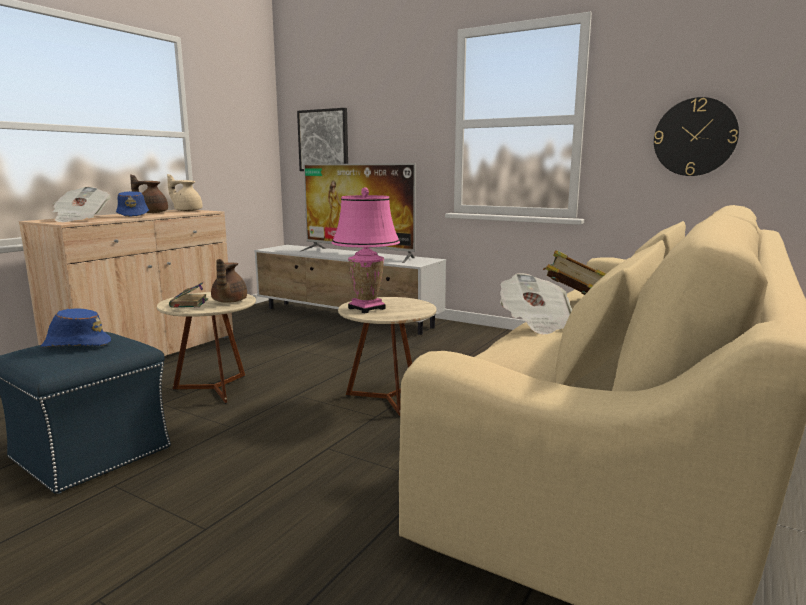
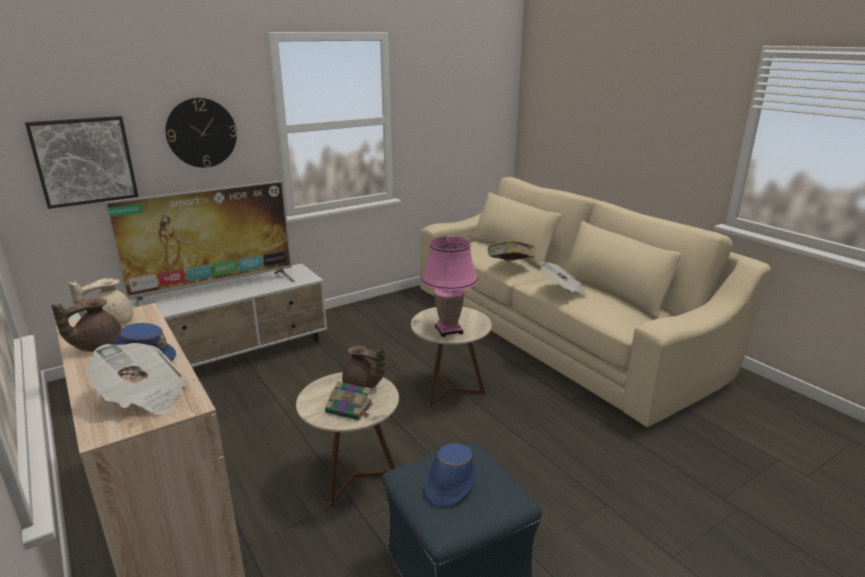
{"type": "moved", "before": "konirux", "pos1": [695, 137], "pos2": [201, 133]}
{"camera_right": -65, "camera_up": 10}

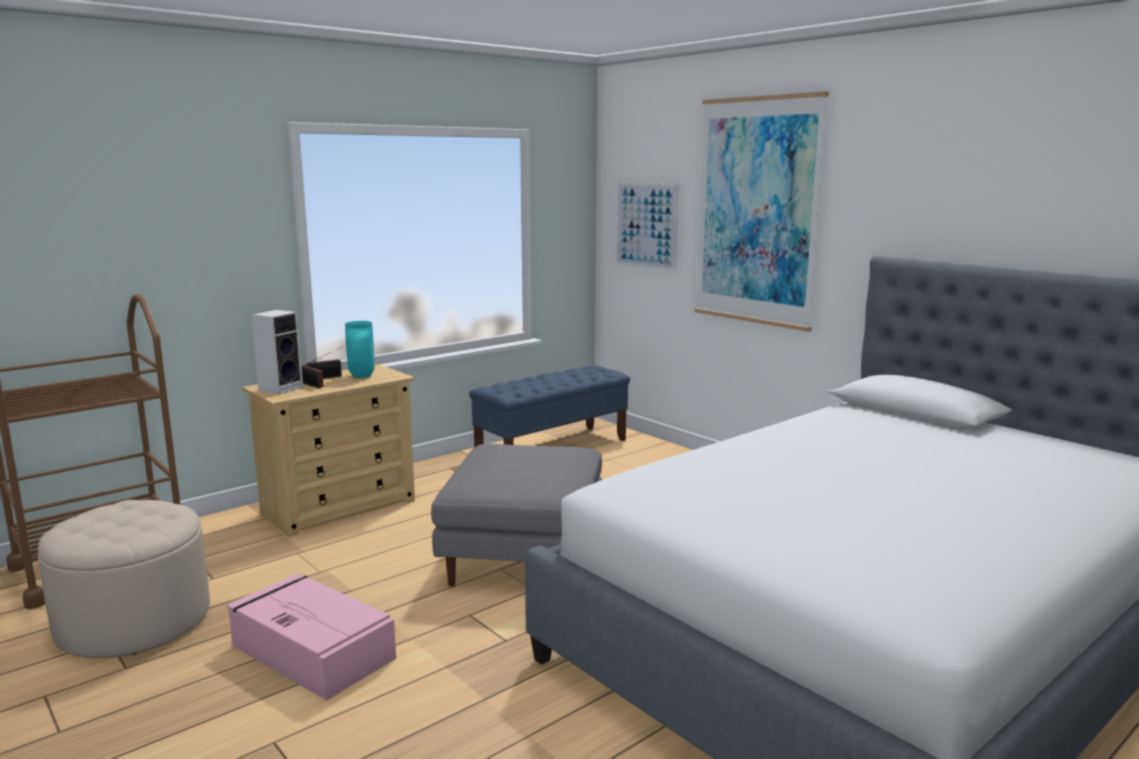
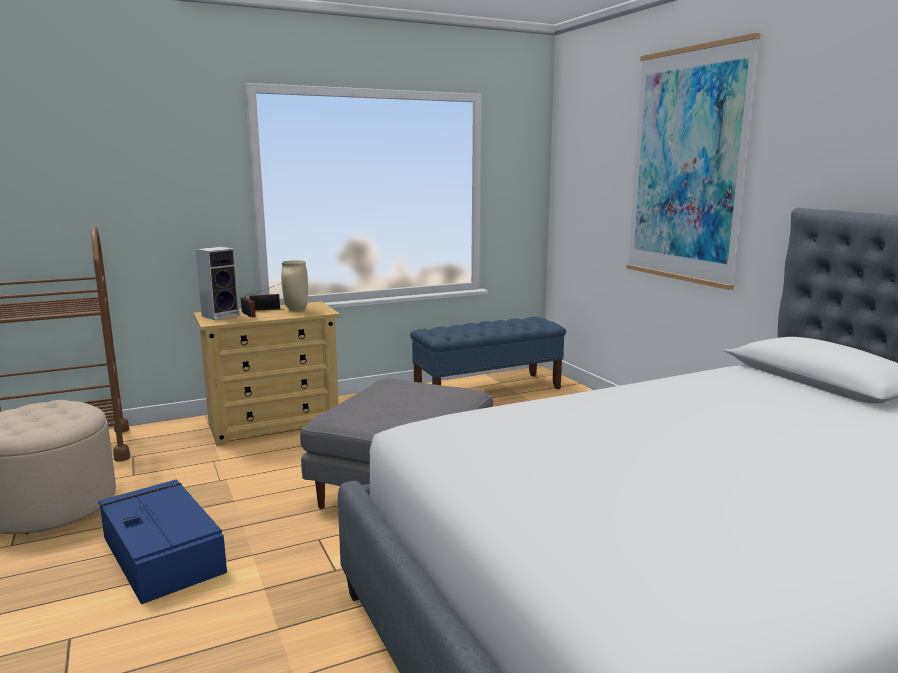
{"type": "removed", "before": "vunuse", "pos1": [646, 225]}
{"type": "recoloured", "before": "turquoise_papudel", "after": "beige_papudel", "pos1": [362, 376], "pos2": [297, 310]}
{"type": "recoloured", "before": "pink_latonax", "after": "blue_latonax", "pos1": [311, 651], "pos2": [162, 553]}
{"camera_right": 15, "camera_up": 0}

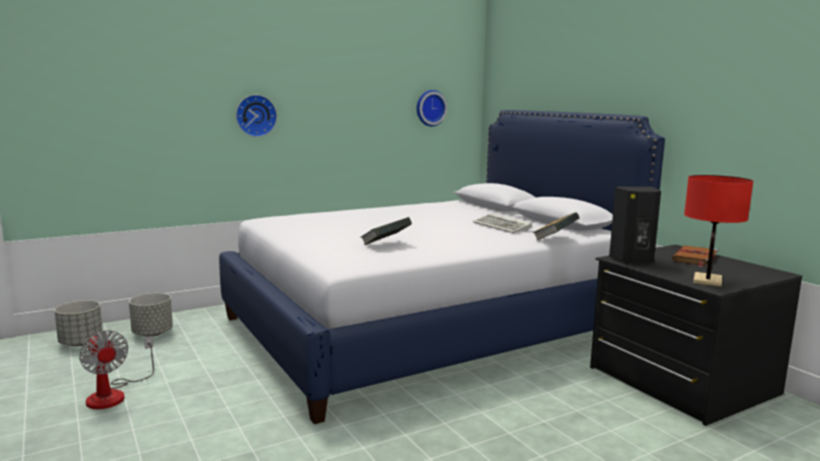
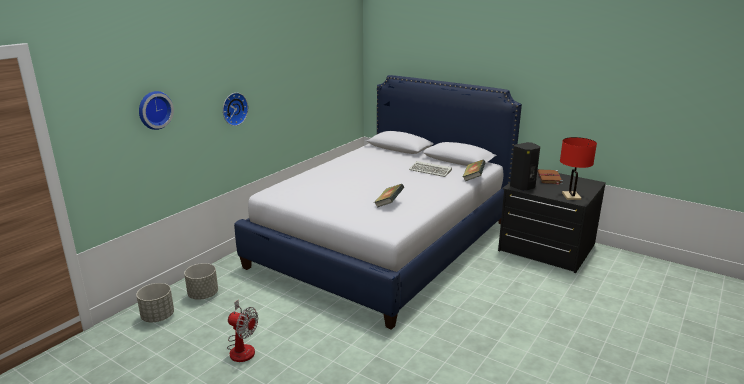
{"type": "moved", "before": "konirux", "pos1": [430, 108], "pos2": [154, 110]}
{"camera_right": -25, "camera_up": 10}

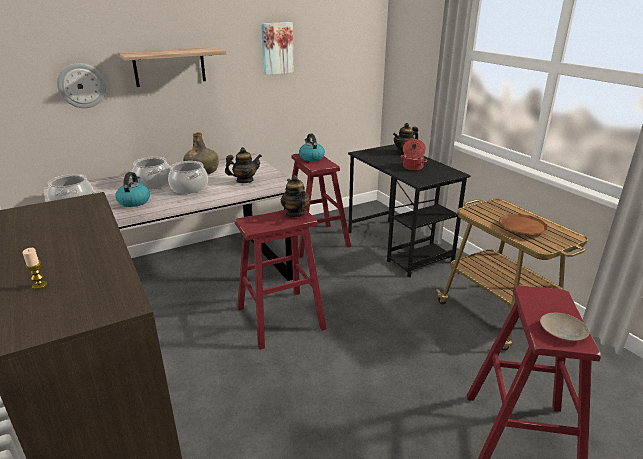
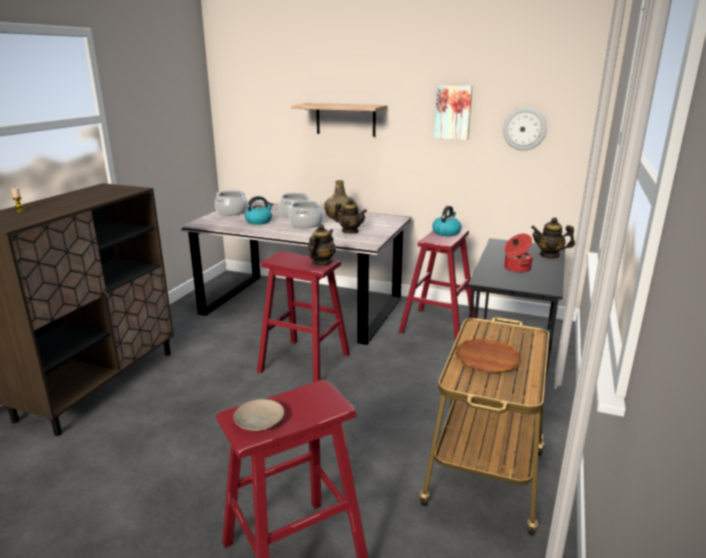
{"type": "moved", "before": "konirux", "pos1": [82, 85], "pos2": [524, 129]}
{"camera_right": 50, "camera_up": -5}

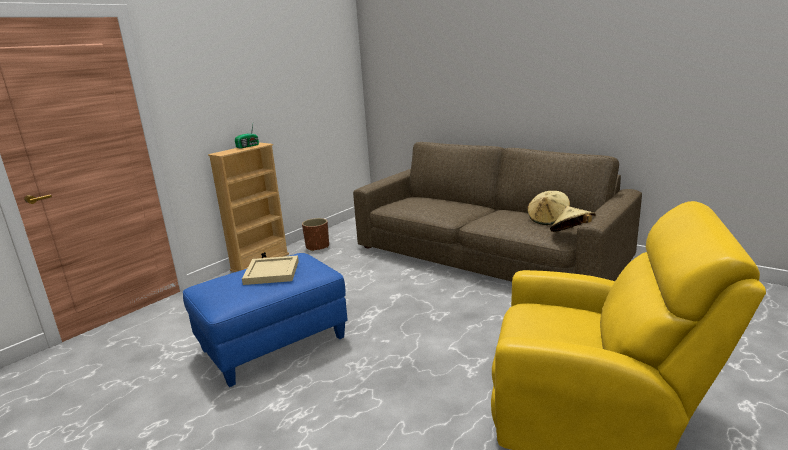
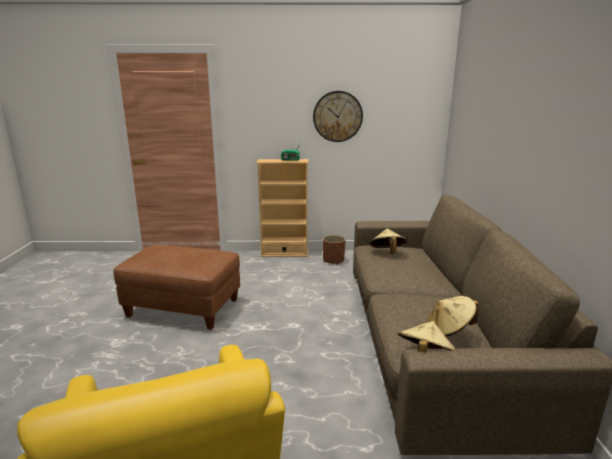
{"type": "recoloured", "before": "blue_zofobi", "after": "brown_zofobi", "pos1": [273, 345], "pos2": [182, 309]}
{"type": "removed", "before": "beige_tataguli", "pos1": [272, 272]}
{"type": "added", "after": "konirux", "pos2": [337, 116]}
{"type": "added", "after": "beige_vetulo", "pos2": [387, 253]}
{"camera_right": 50, "camera_up": 0}

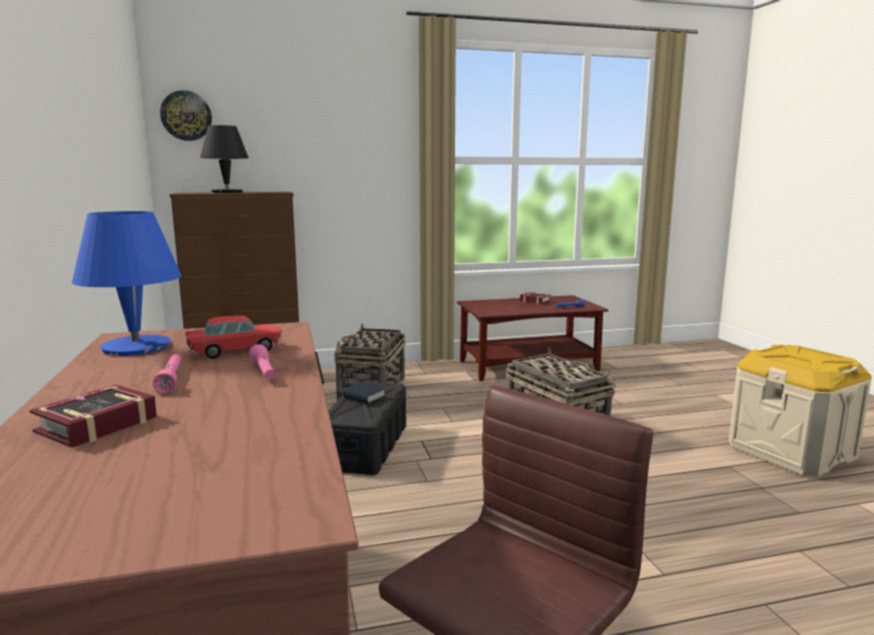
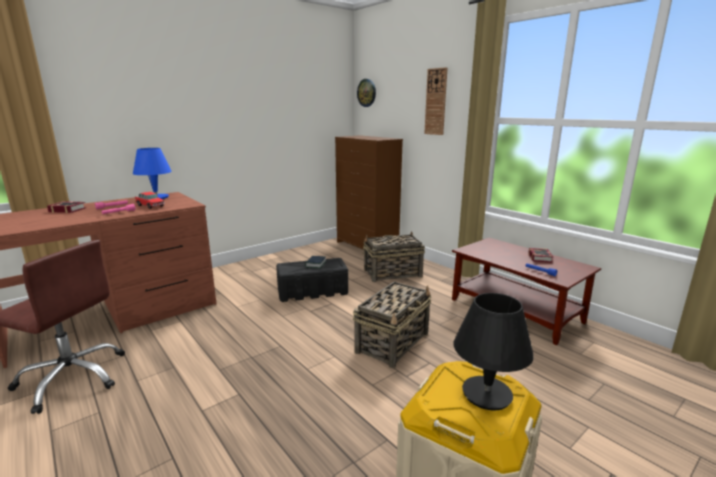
{"type": "moved", "before": "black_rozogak", "pos1": [227, 192], "pos2": [486, 394]}
{"type": "added", "after": "konirux", "pos2": [436, 102]}
{"camera_right": 65, "camera_up": 5}

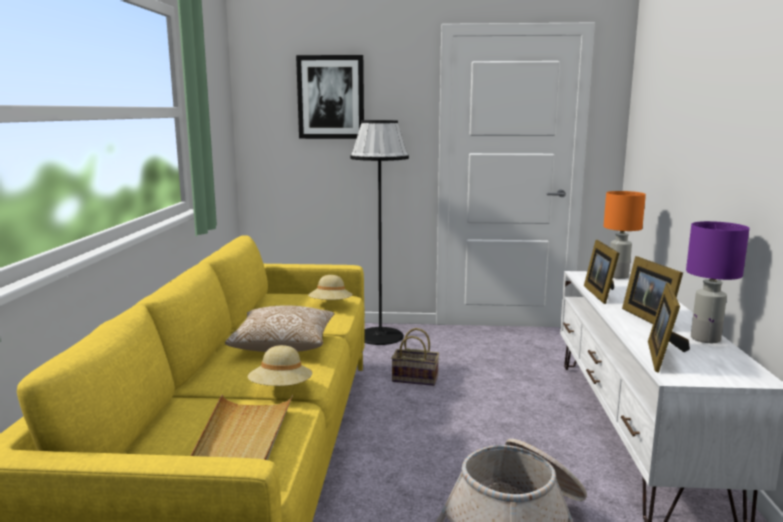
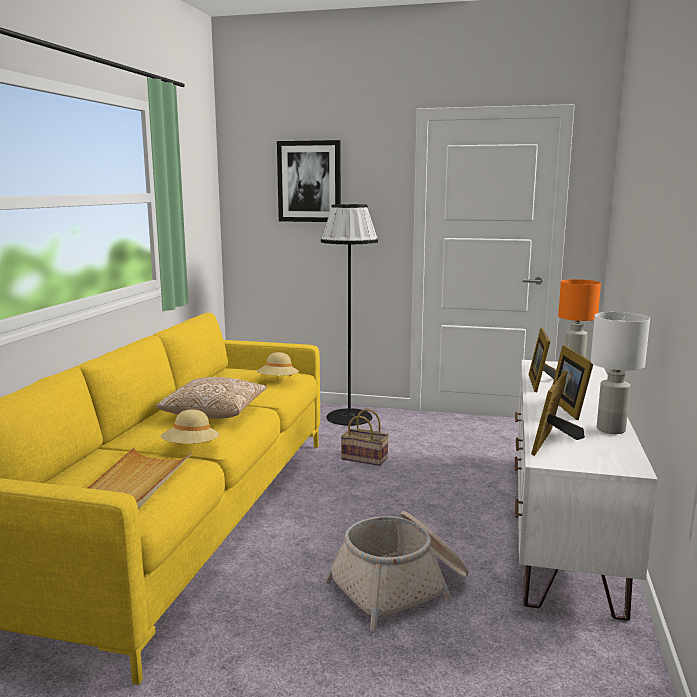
{"type": "recoloured", "before": "purple_rozogak", "after": "white_rozogak", "pos1": [706, 339], "pos2": [611, 430]}
{"camera_right": 10, "camera_up": 0}

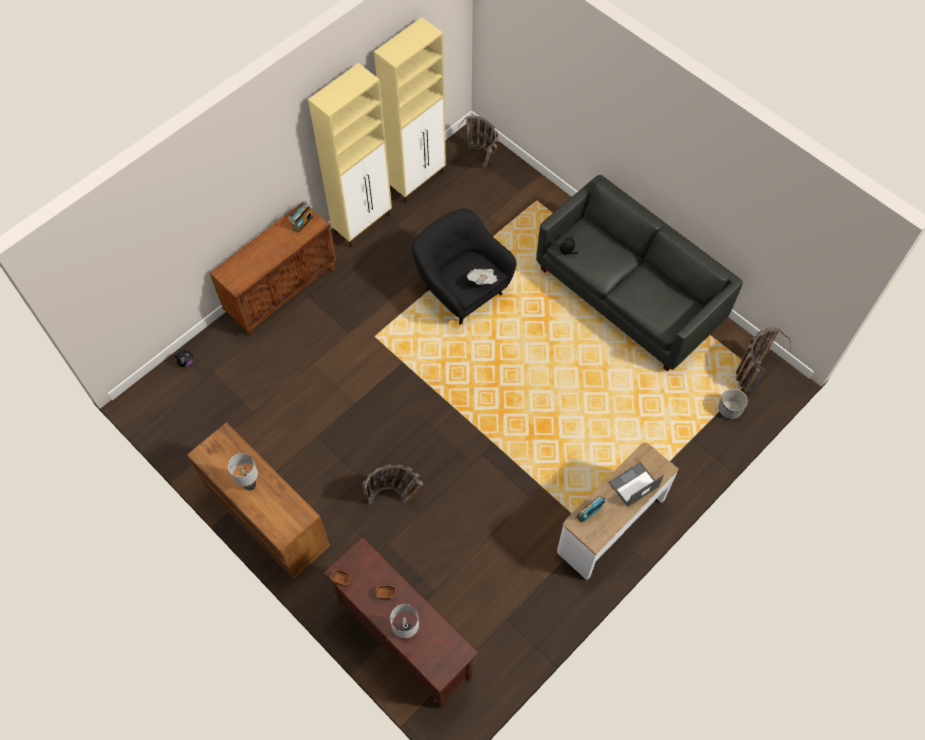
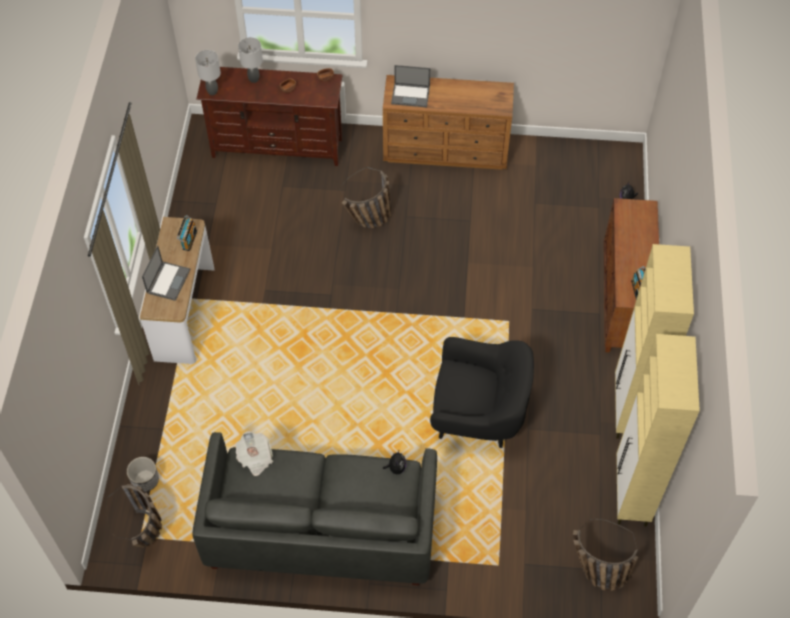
{"type": "moved", "before": "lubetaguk", "pos1": [483, 280], "pos2": [255, 458]}
{"type": "moved", "before": "grey_rozogak", "pos1": [250, 486], "pos2": [212, 91]}
{"type": "added", "after": "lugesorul", "pos2": [411, 95]}
{"camera_right": 140, "camera_up": -5}

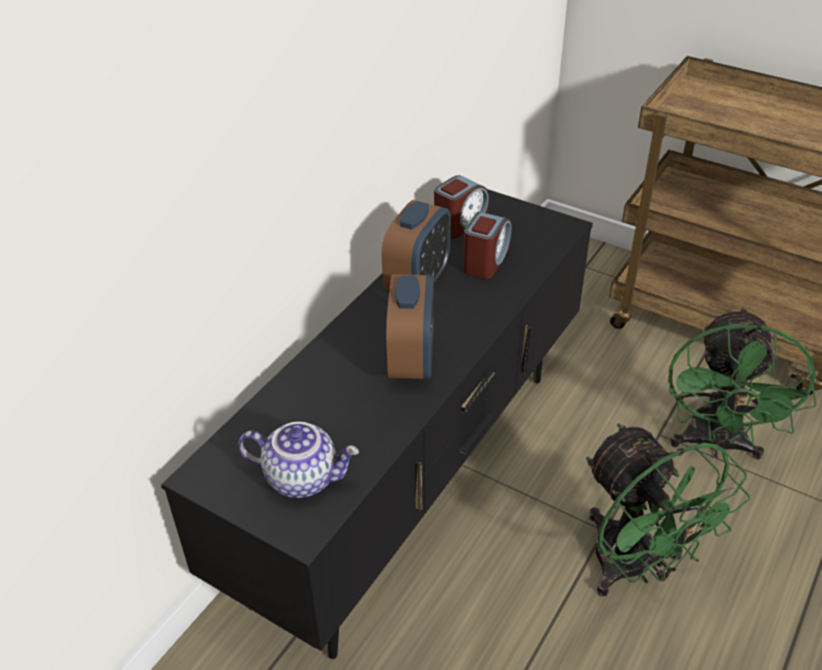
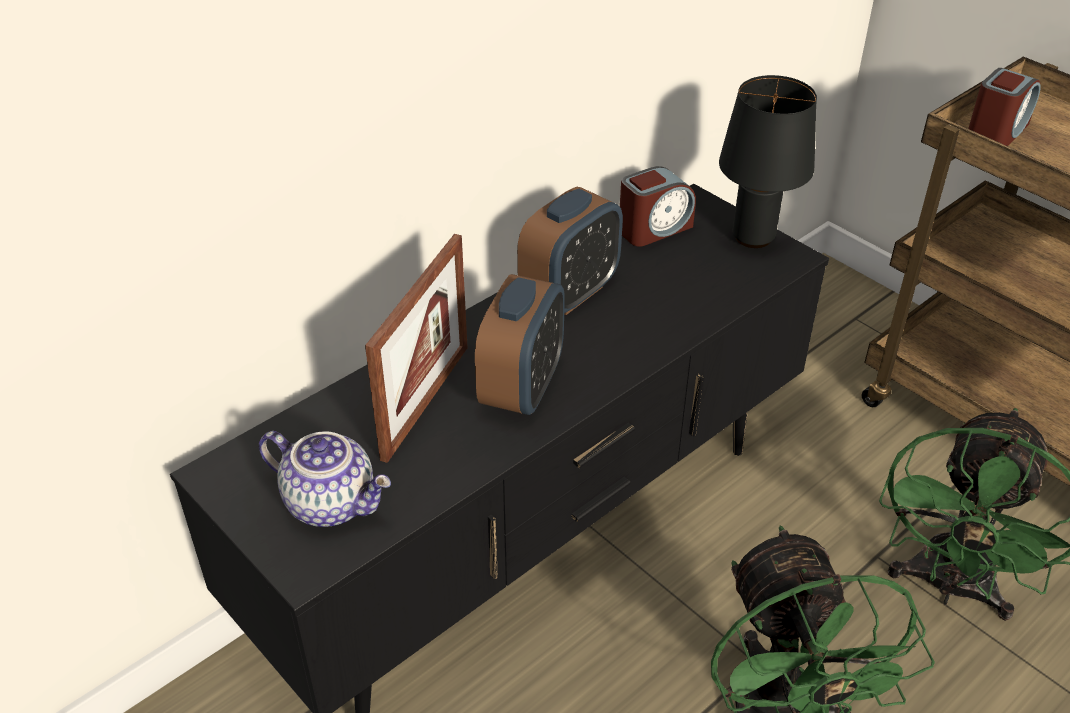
{"type": "moved", "before": "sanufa", "pos1": [486, 261], "pos2": [996, 133]}
{"type": "added", "after": "black_rozogak", "pos2": [753, 236]}
{"type": "added", "after": "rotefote", "pos2": [426, 401]}
{"camera_right": 15, "camera_up": 0}

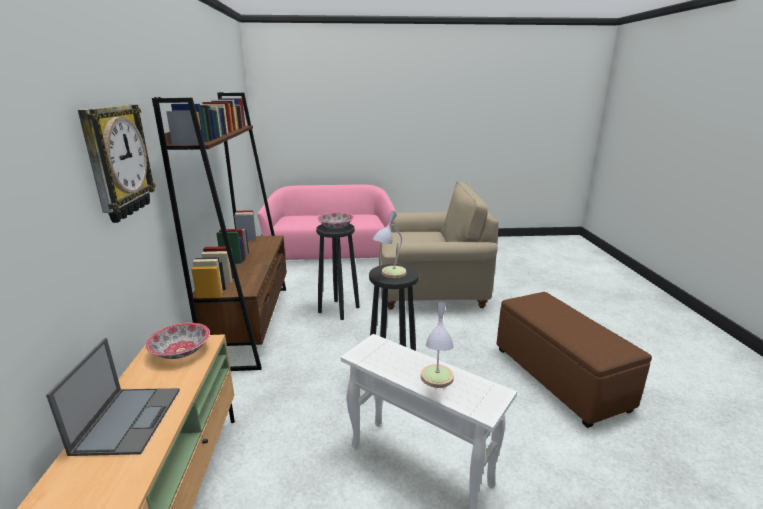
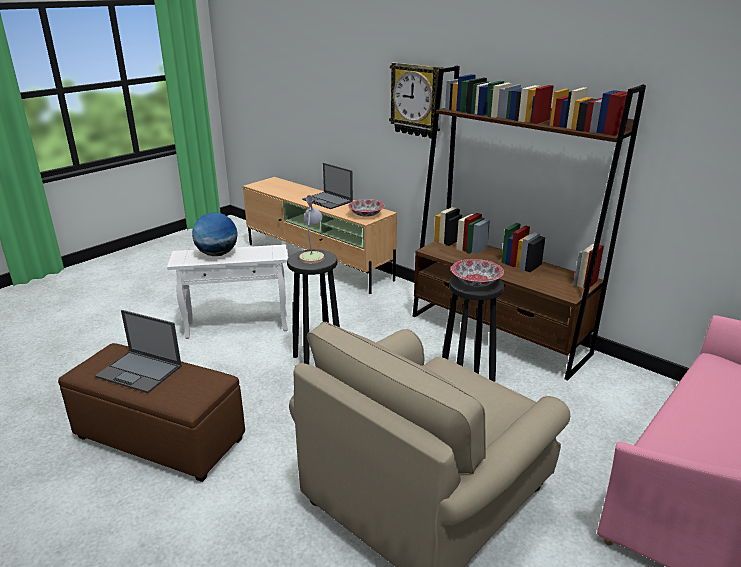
{"type": "replaced", "before": "rozogak", "after": "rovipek", "pos1": [436, 382], "pos2": [217, 254]}
{"type": "added", "after": "lugesorul", "pos2": [140, 371]}
{"camera_right": 135, "camera_up": 5}

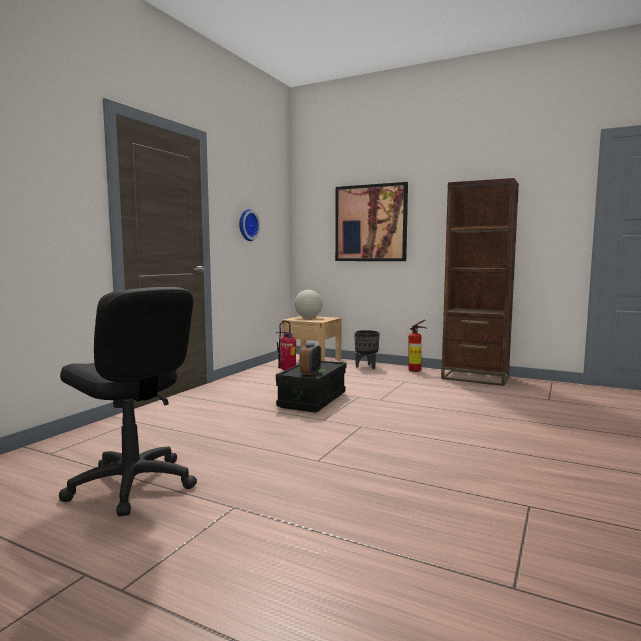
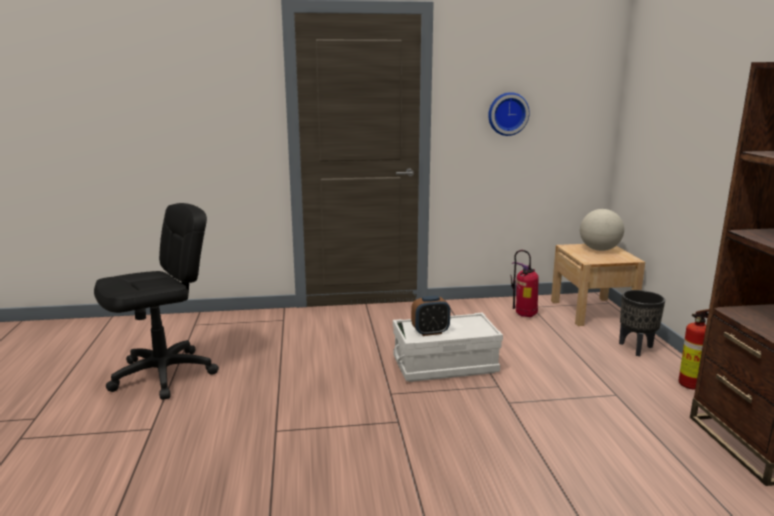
{"type": "removed", "before": "vunuse", "pos1": [370, 223]}
{"type": "turned", "before": "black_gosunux", "pos1": [132, 485], "pos2": [163, 374], "turn": -135}
{"type": "recoloured", "before": "black_latonax", "after": "white_latonax", "pos1": [312, 400], "pos2": [445, 365]}
{"camera_right": 55, "camera_up": 10}

